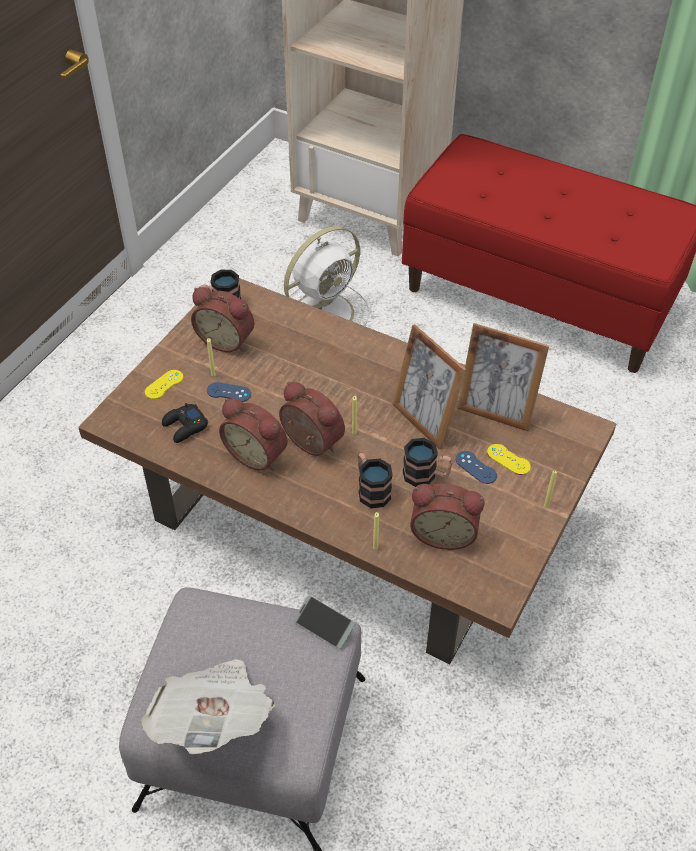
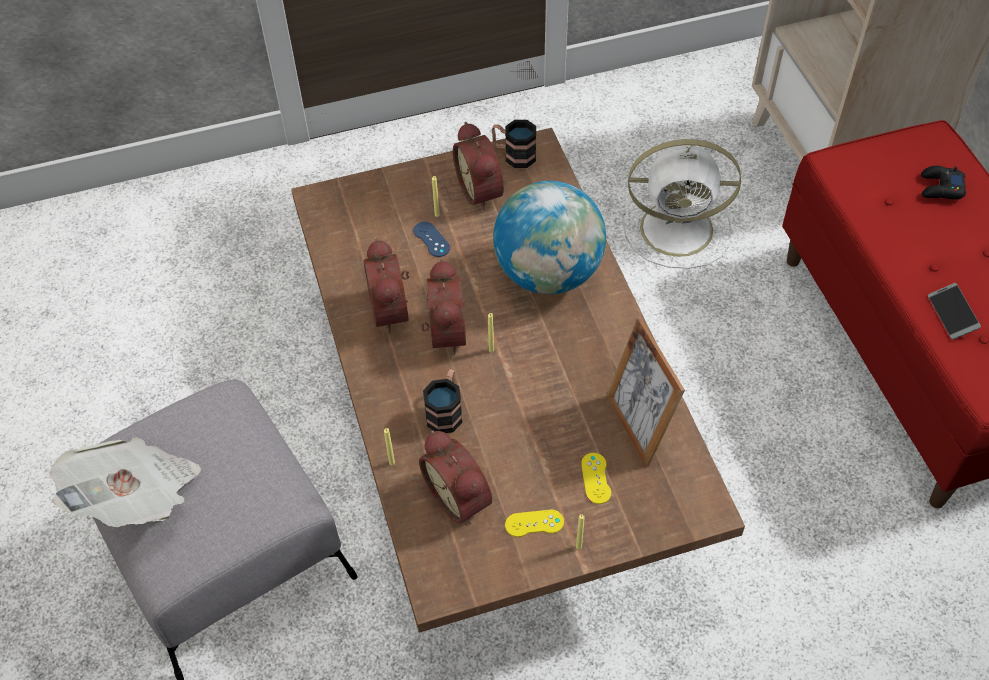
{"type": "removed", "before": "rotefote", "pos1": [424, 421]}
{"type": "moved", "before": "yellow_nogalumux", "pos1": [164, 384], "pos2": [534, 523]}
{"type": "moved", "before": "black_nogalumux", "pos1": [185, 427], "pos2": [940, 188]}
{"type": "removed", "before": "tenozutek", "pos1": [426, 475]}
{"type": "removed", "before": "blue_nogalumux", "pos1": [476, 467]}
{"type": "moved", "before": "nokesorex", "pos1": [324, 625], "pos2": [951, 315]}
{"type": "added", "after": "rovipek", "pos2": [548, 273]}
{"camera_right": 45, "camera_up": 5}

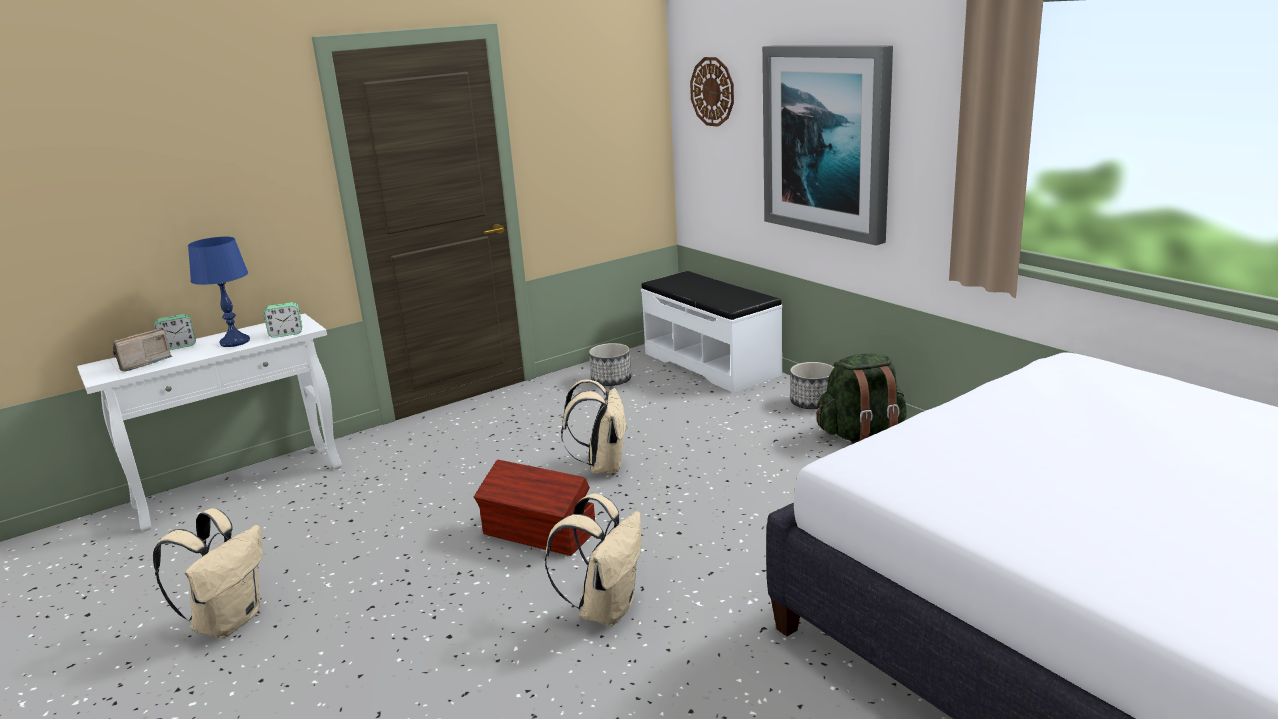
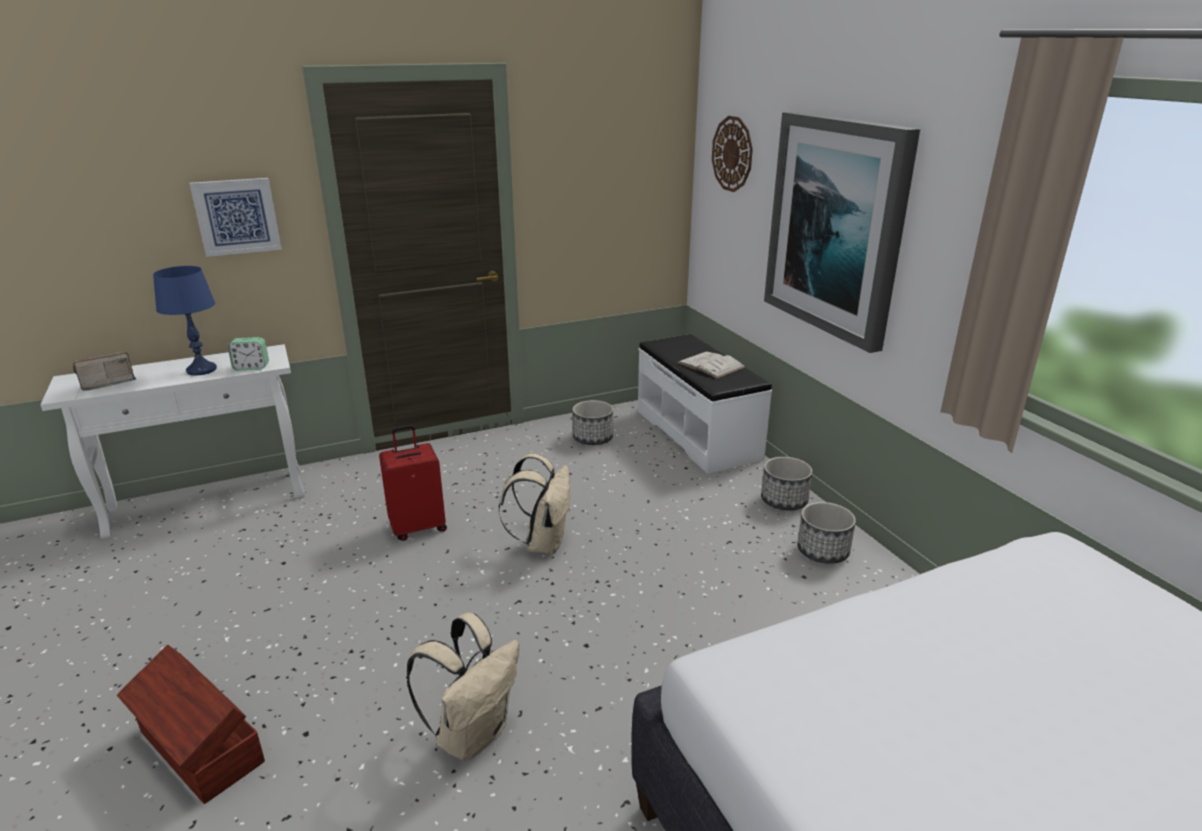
{"type": "removed", "before": "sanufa", "pos1": [178, 346]}
{"type": "replaced", "before": "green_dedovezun", "after": "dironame", "pos1": [861, 434], "pos2": [822, 551]}
{"type": "moved", "before": "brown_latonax", "pos1": [539, 534], "pos2": [200, 749]}
{"type": "removed", "before": "beige_dedovezun", "pos1": [228, 621]}
{"type": "added", "after": "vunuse", "pos2": [237, 216]}
{"type": "added", "after": "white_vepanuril", "pos2": [711, 365]}
{"type": "added", "after": "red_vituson", "pos2": [418, 527]}
{"camera_right": 10, "camera_up": 5}

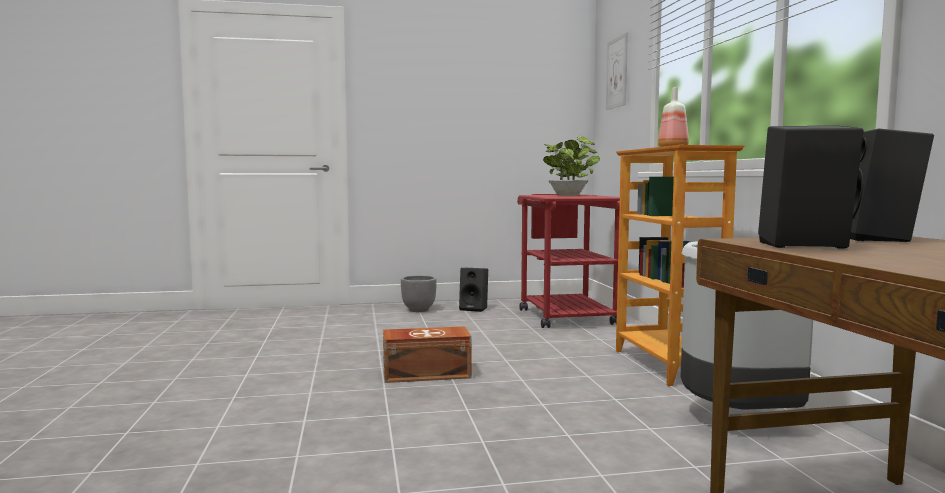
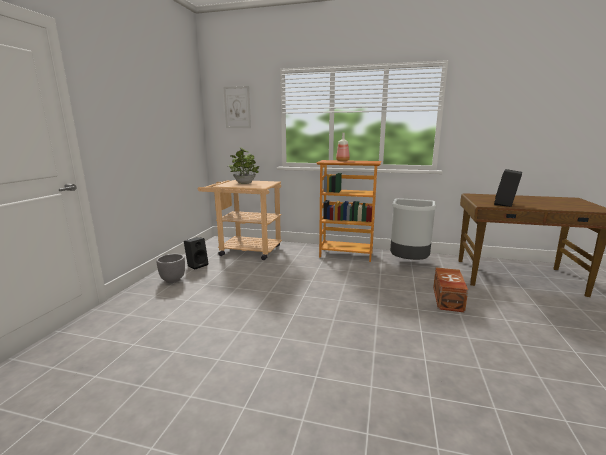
{"type": "removed", "before": "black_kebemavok", "pos1": [881, 239]}
{"type": "recoloured", "before": "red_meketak", "after": "beige_meketak", "pos1": [563, 315], "pos2": [245, 250]}
{"type": "moved", "before": "brown_latonax", "pos1": [425, 373], "pos2": [447, 299]}
{"camera_right": -65, "camera_up": 10}

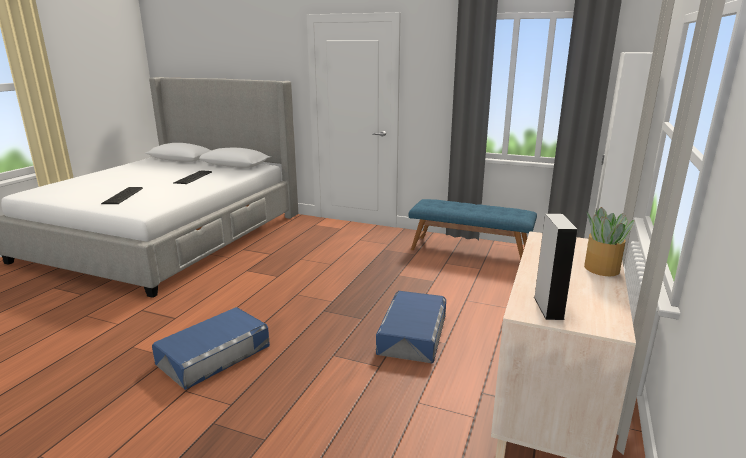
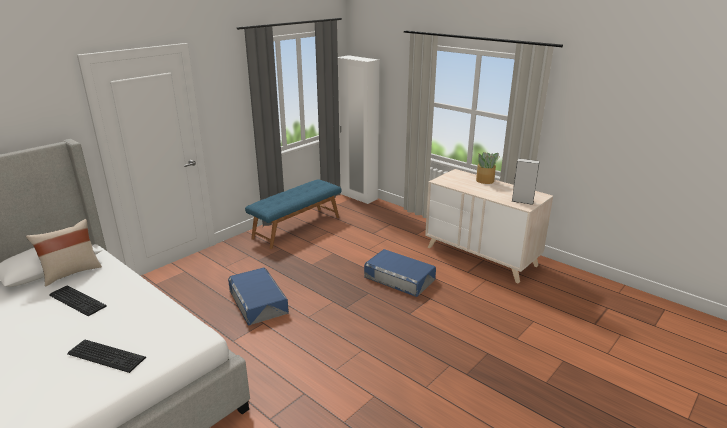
{"type": "moved", "before": "blue_latonax", "pos1": [214, 355], "pos2": [258, 301]}
{"type": "added", "after": "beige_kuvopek", "pos2": [71, 272]}
{"camera_right": -70, "camera_up": 5}

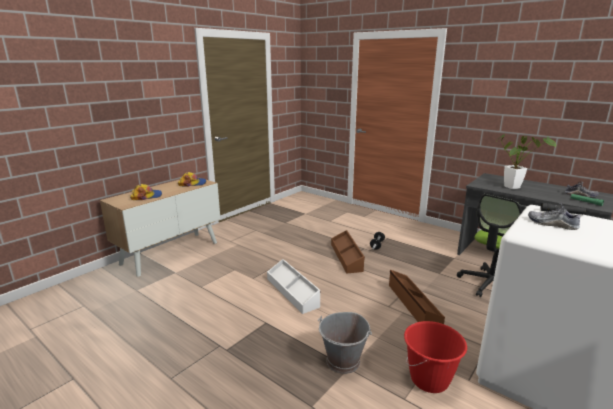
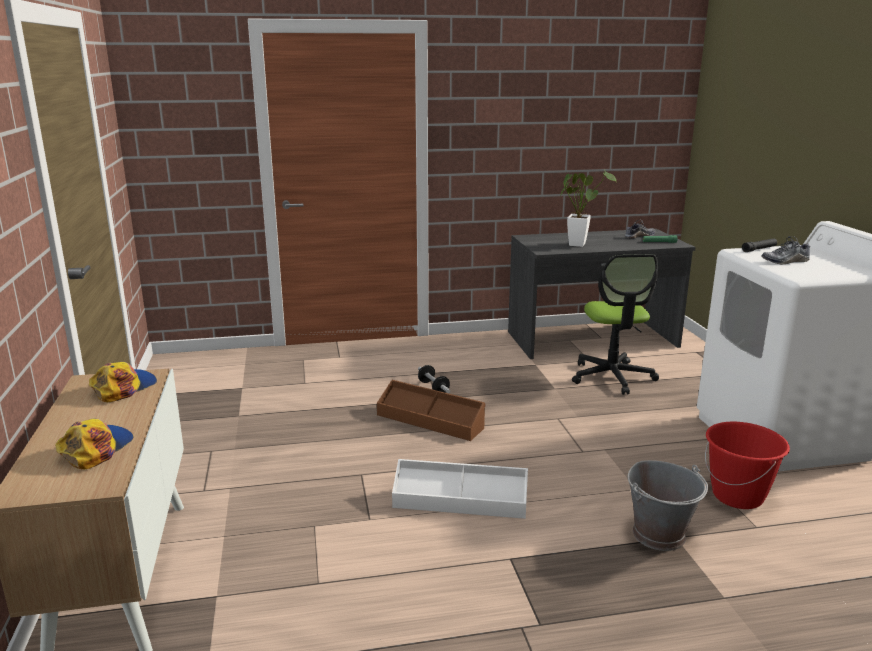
{"type": "removed", "before": "brown_latonax", "pos1": [413, 304]}
{"camera_right": -50, "camera_up": 0}

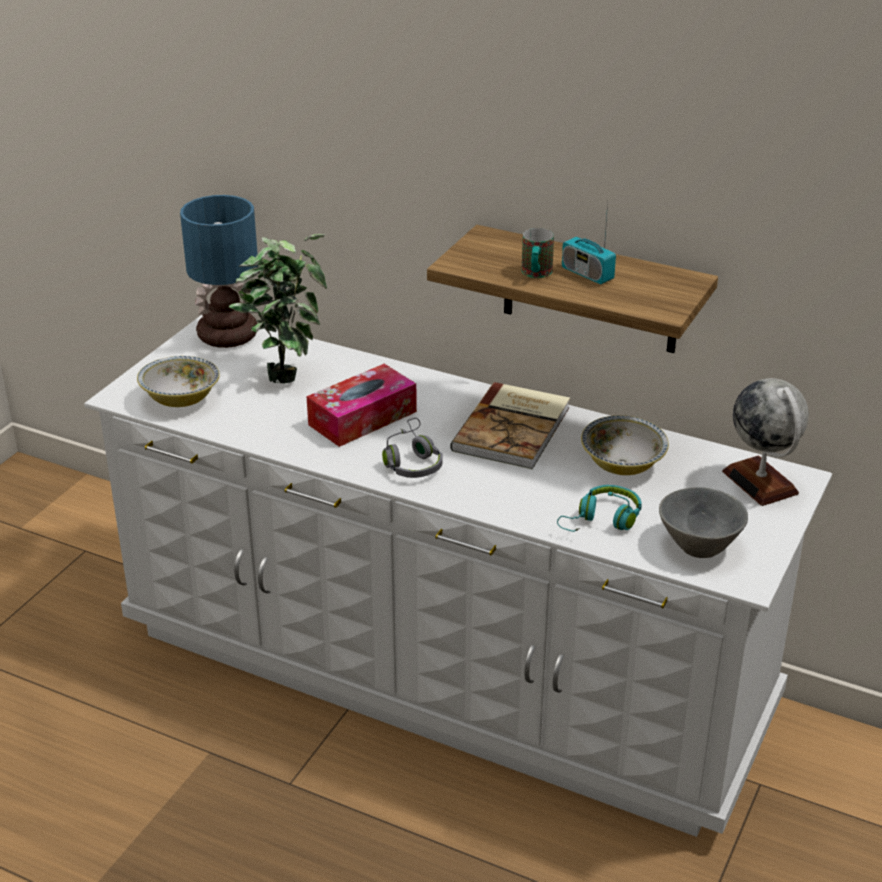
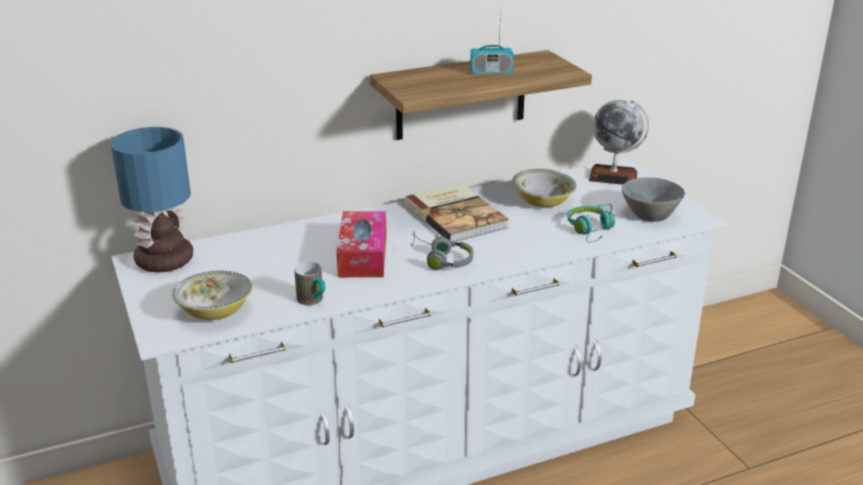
{"type": "moved", "before": "tenozutek", "pos1": [536, 274], "pos2": [313, 301]}
{"type": "removed", "before": "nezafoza", "pos1": [285, 372]}
{"camera_right": -50, "camera_up": -5}

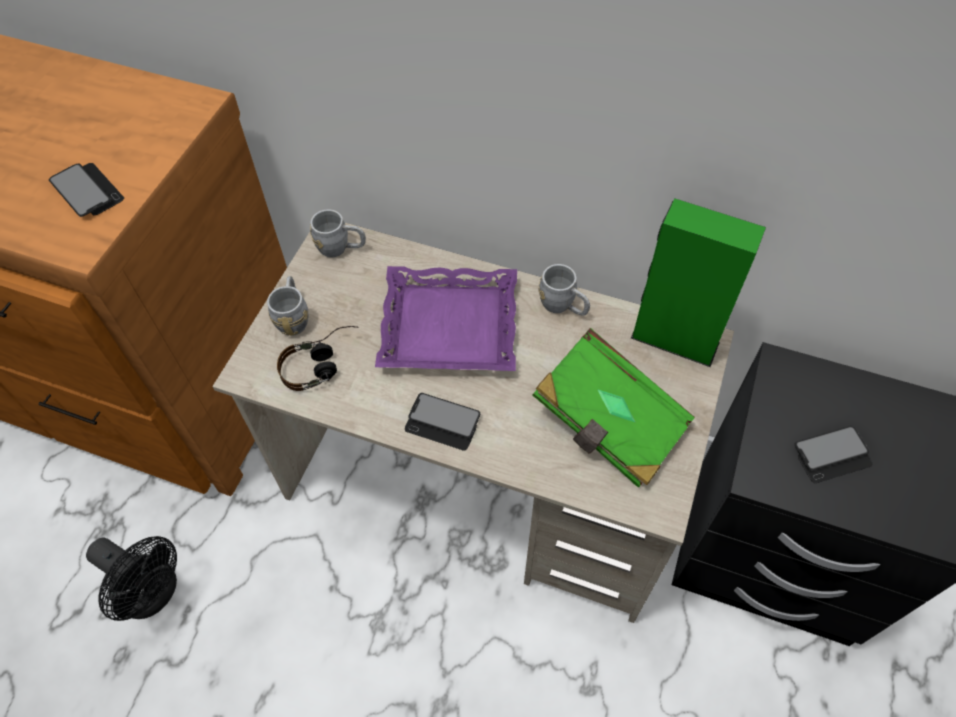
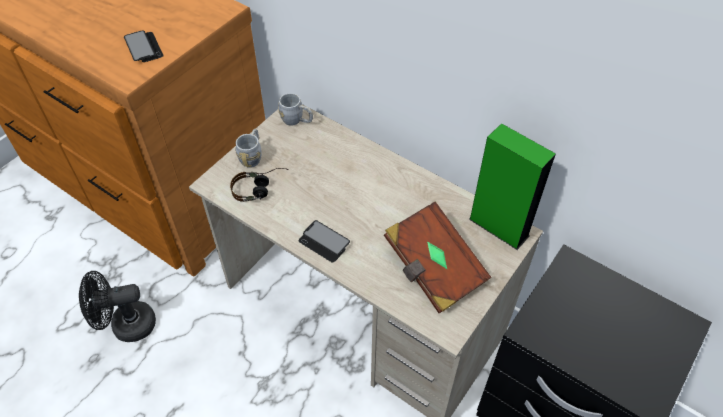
{"type": "removed", "before": "grey_tenozutek", "pos1": [563, 306]}
{"type": "removed", "before": "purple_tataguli", "pos1": [449, 327]}
{"type": "recoloured", "before": "green_vepanuril", "after": "brown_vepanuril", "pos1": [608, 423], "pos2": [433, 269]}
{"type": "removed", "before": "nokesorex", "pos1": [832, 455]}
{"type": "turned", "before": "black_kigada", "pos1": [154, 593], "pos2": [126, 325], "turn": 120}
{"camera_right": 15, "camera_up": -5}

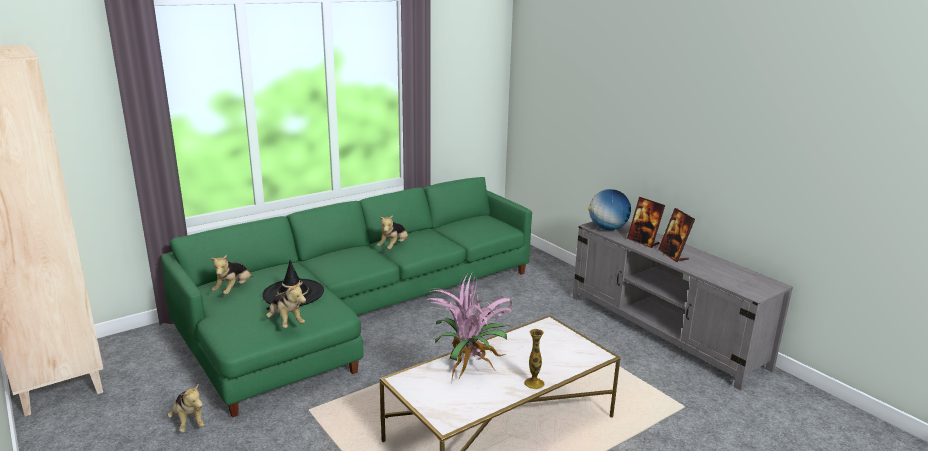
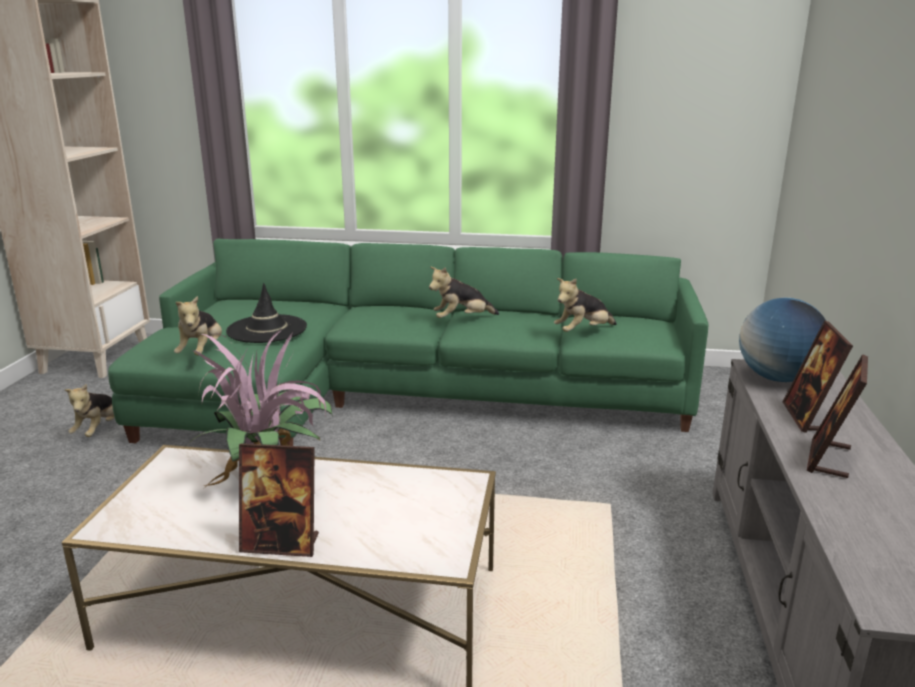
{"type": "moved", "before": "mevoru", "pos1": [234, 290], "pos2": [583, 332]}
{"type": "replaced", "before": "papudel", "after": "rotefote", "pos1": [534, 383], "pos2": [281, 544]}
{"camera_right": 45, "camera_up": 0}

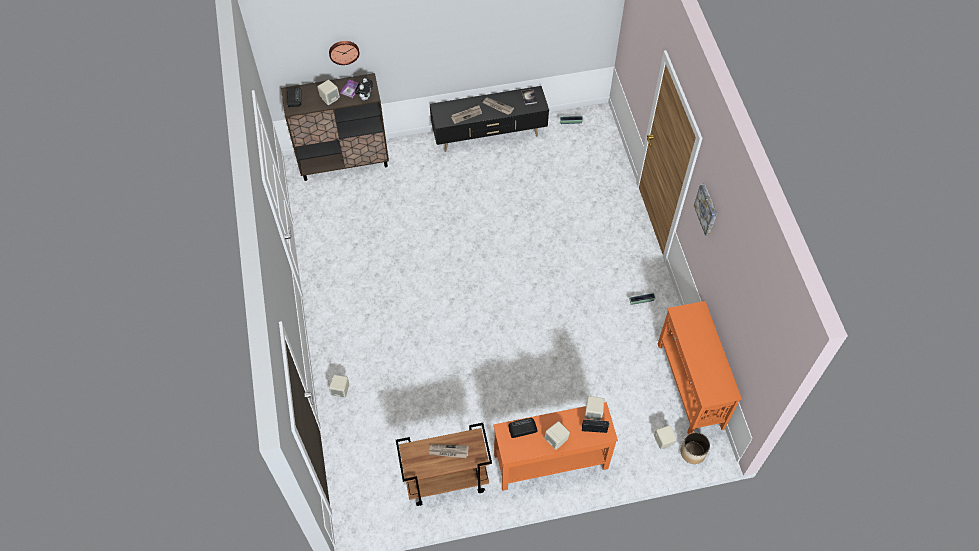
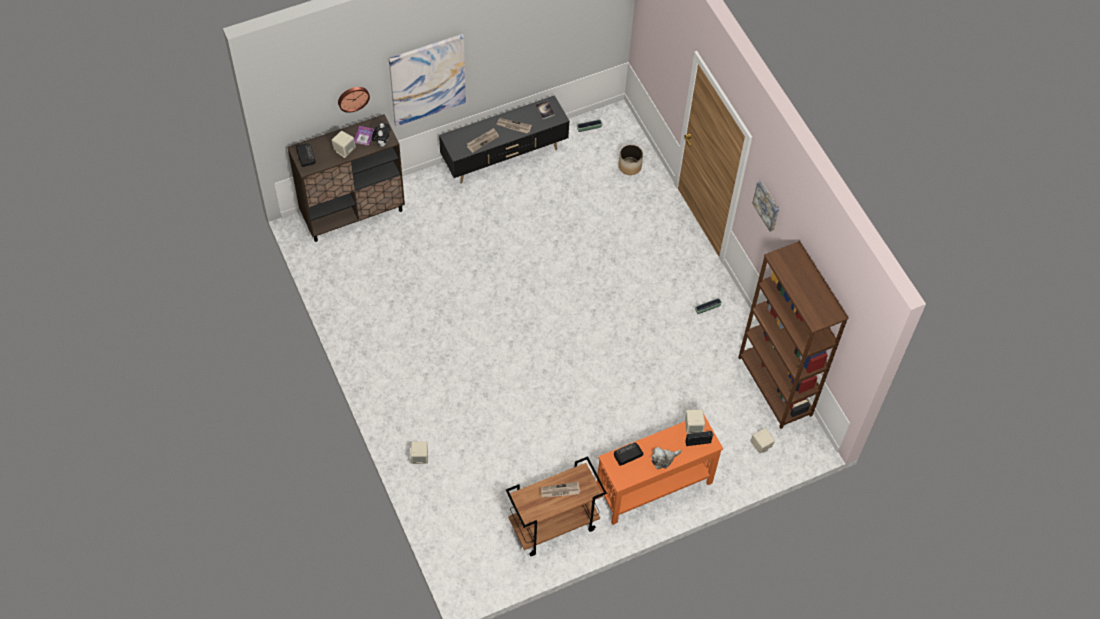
{"type": "replaced", "before": "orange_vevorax", "after": "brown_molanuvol", "pos1": [689, 386], "pos2": [775, 386]}
{"type": "replaced", "before": "beige_kebemavok", "after": "mevoru", "pos1": [556, 440], "pos2": [663, 459]}
{"type": "moved", "before": "dironame", "pos1": [693, 452], "pos2": [629, 166]}
{"type": "added", "after": "vunuse", "pos2": [427, 79]}
{"camera_right": -15, "camera_up": 0}

